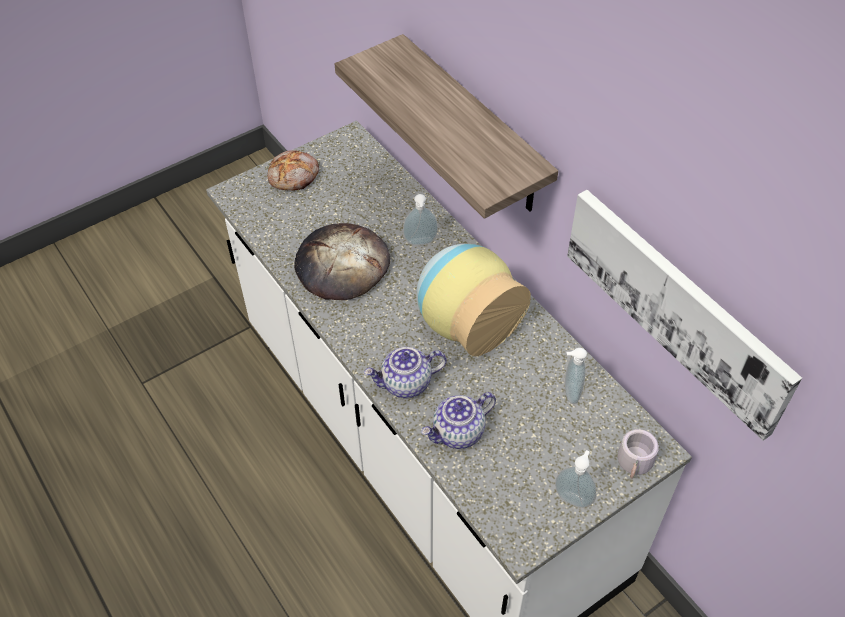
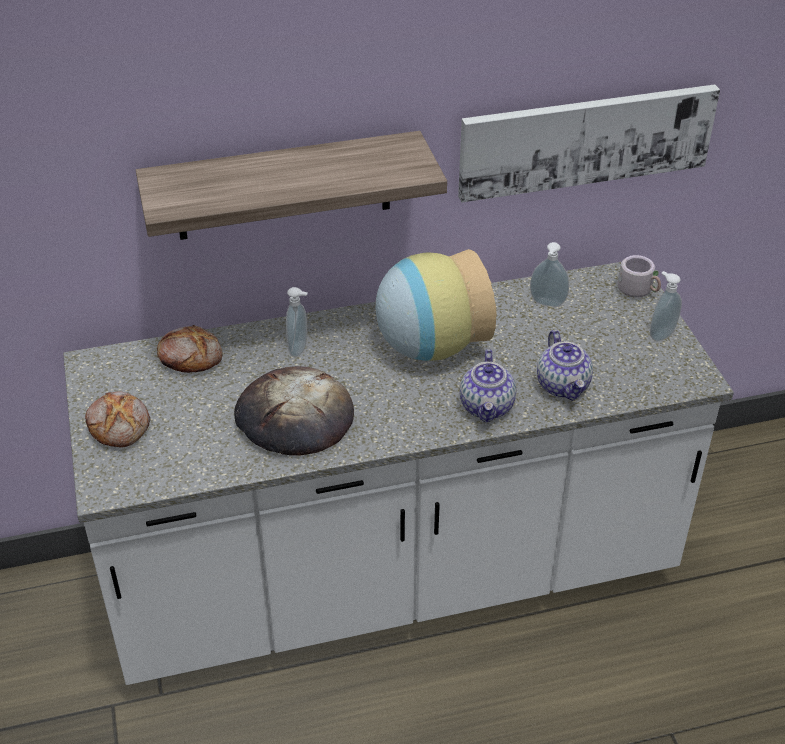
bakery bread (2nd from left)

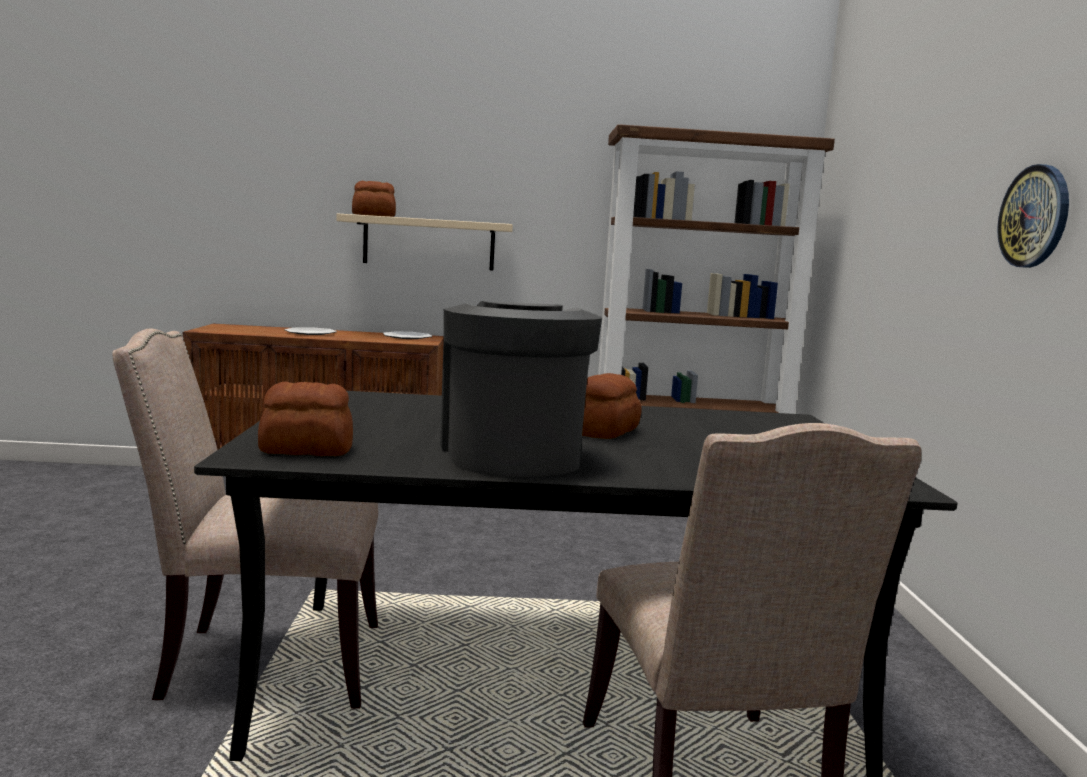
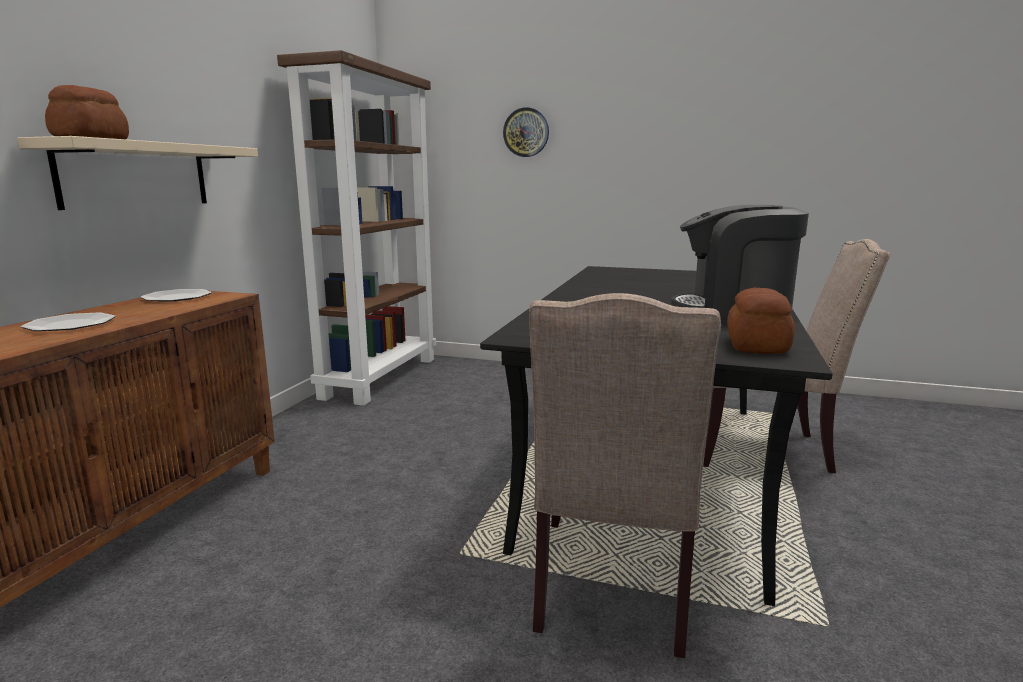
wall clock
bakery bread (3rd from left in the first image)

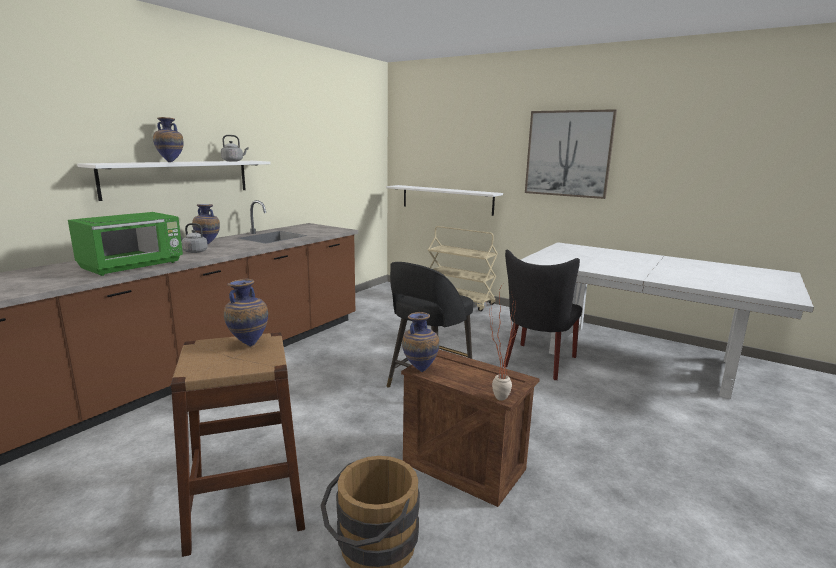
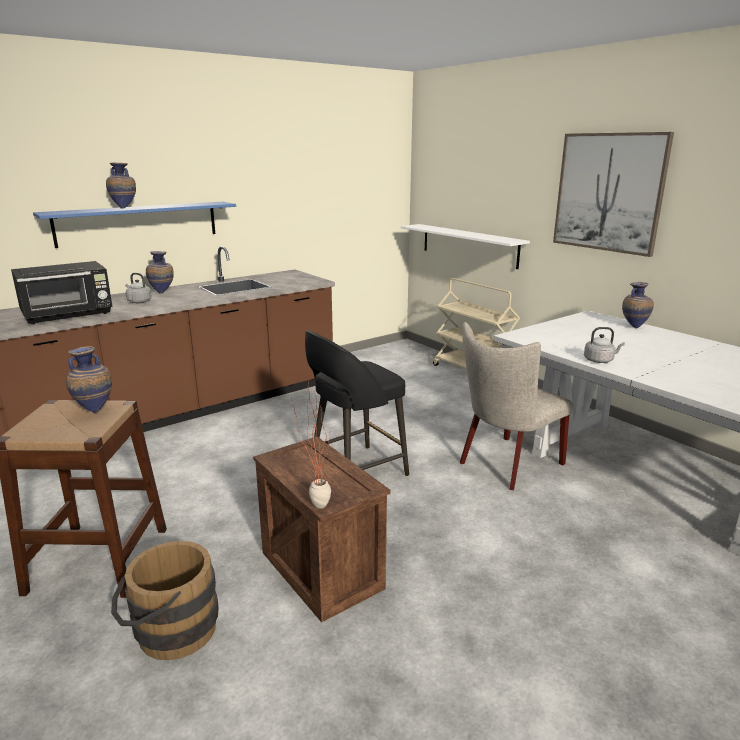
grey water kettle (2nd from left)
blue-coloured wall shelf
blackish microwave
beige-coloured chair
decorative vase (4th from left)

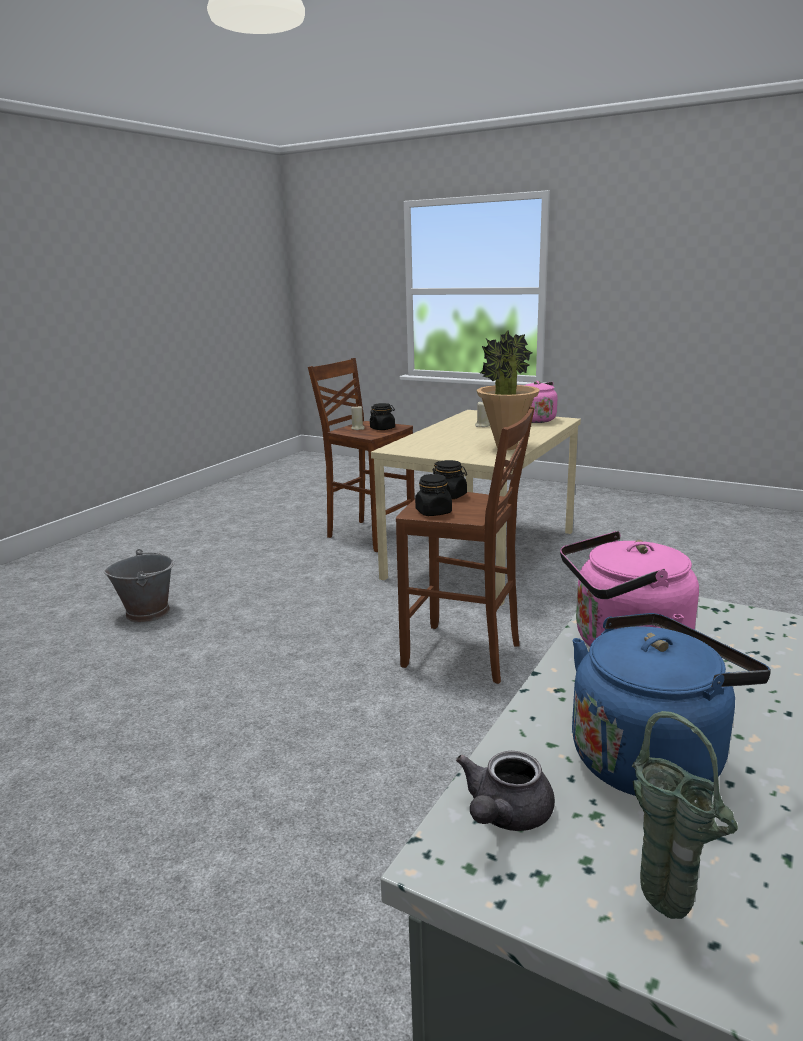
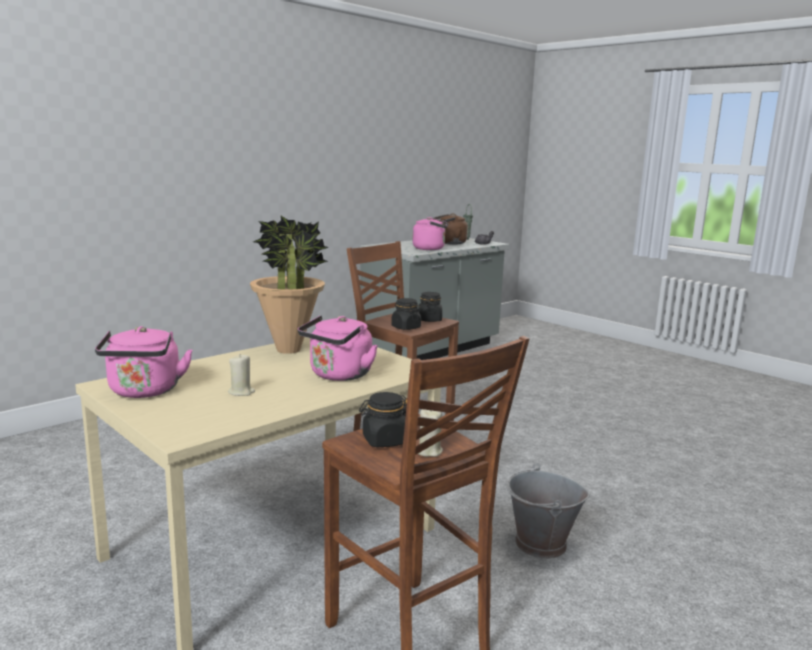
grey bucket
brown water kettle
pink-coloured water kettle (2nd from left)

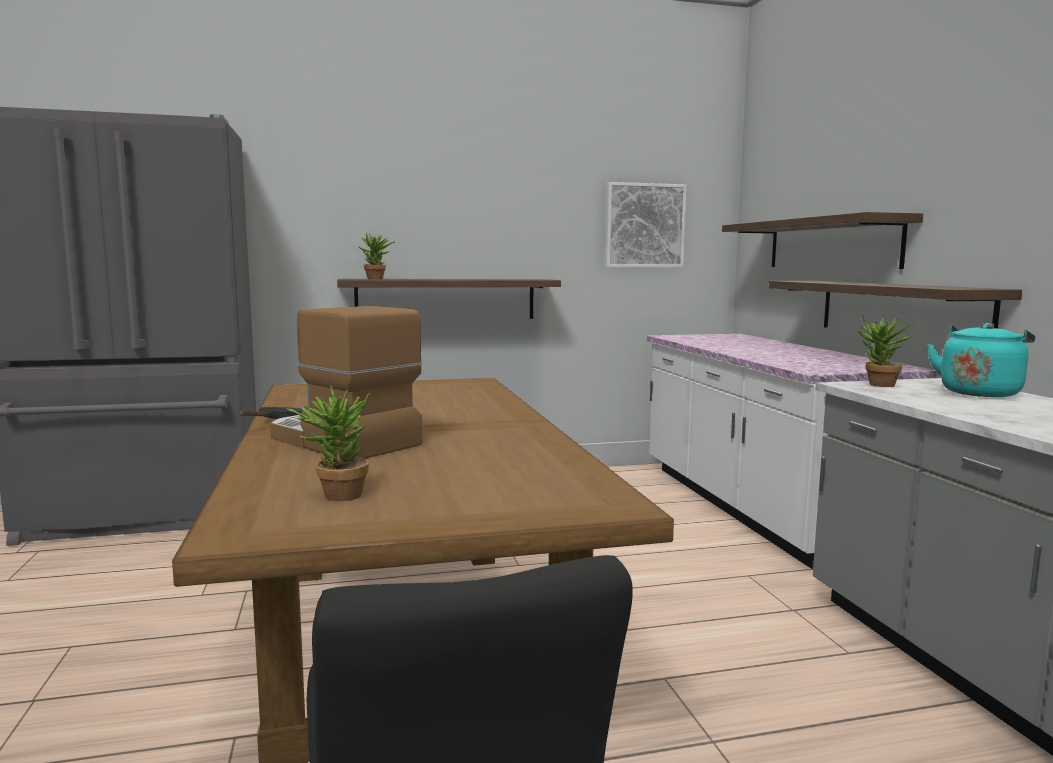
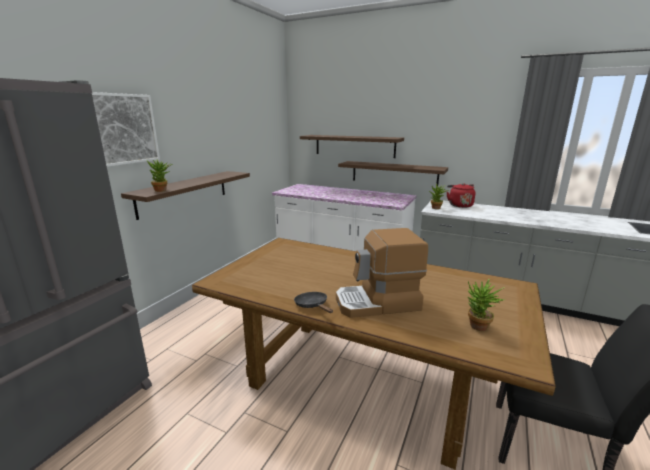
picture
reddish water kettle

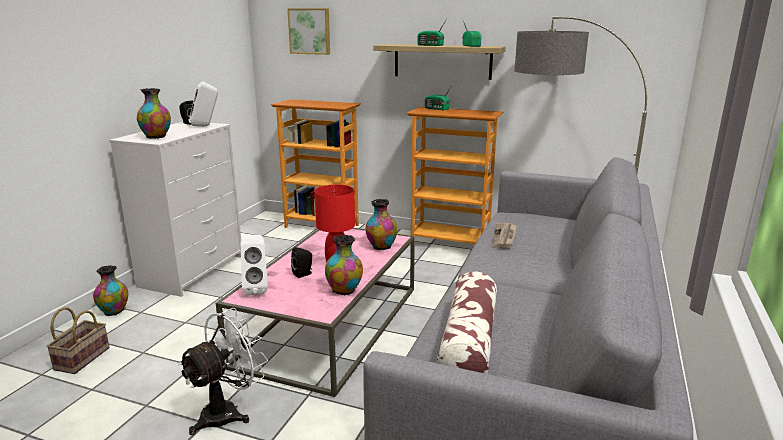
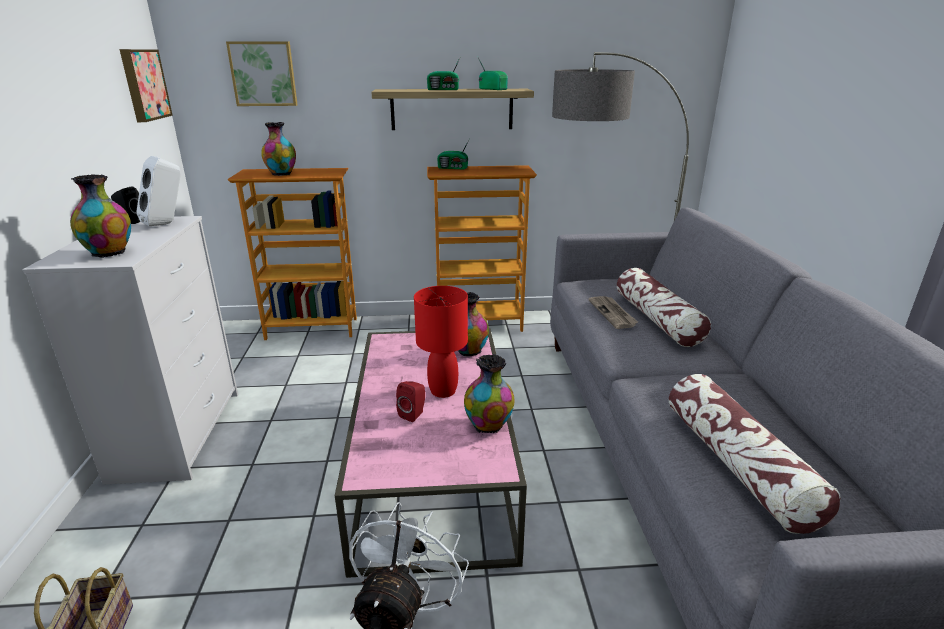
whitish speaker (2nd from left in the first image)
reddish speaker
decorative vase (2nd from left)
picture (1st from left)
pillow (1st from left)

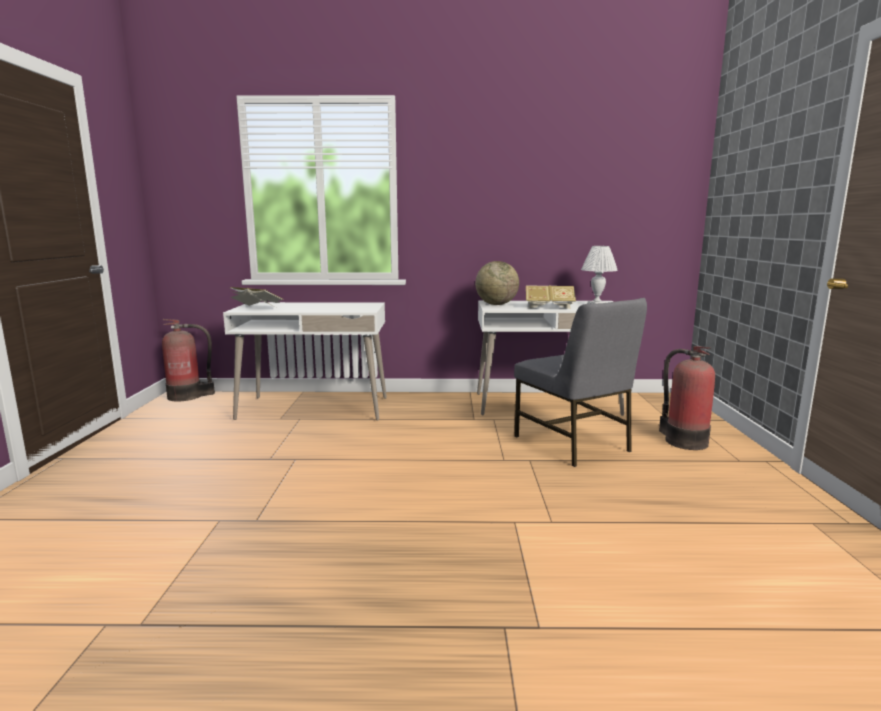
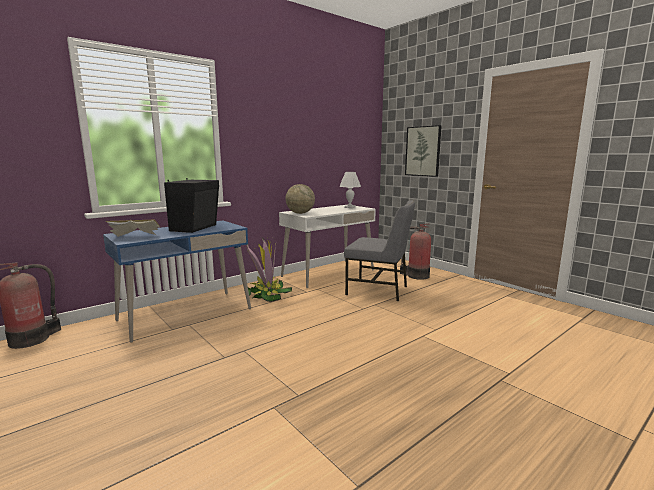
volume (2nd from left in the first image)
blue-coloured desk
picture
blackish speaker
potted plant

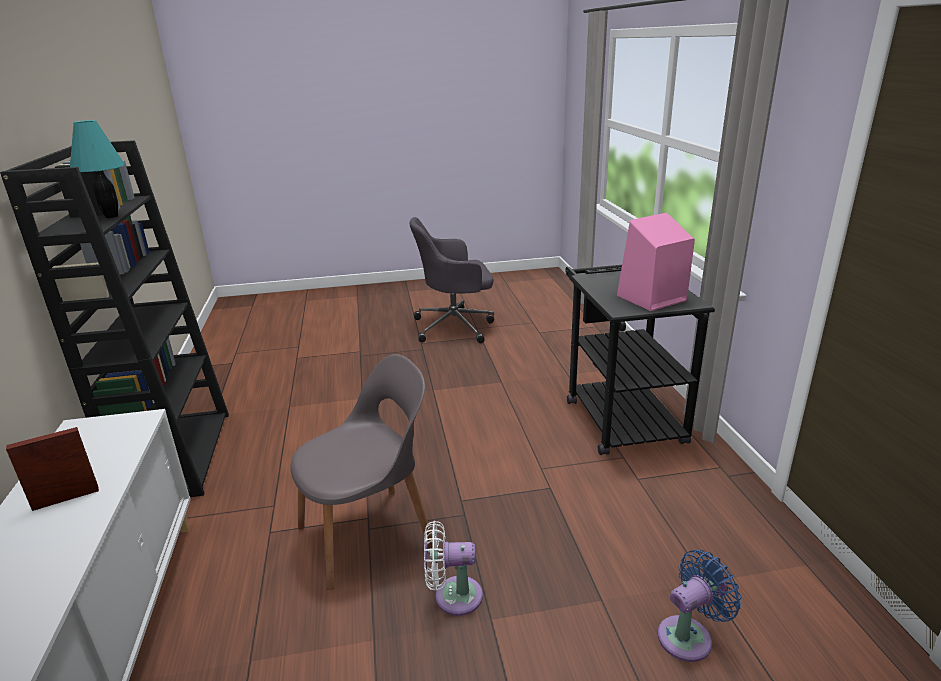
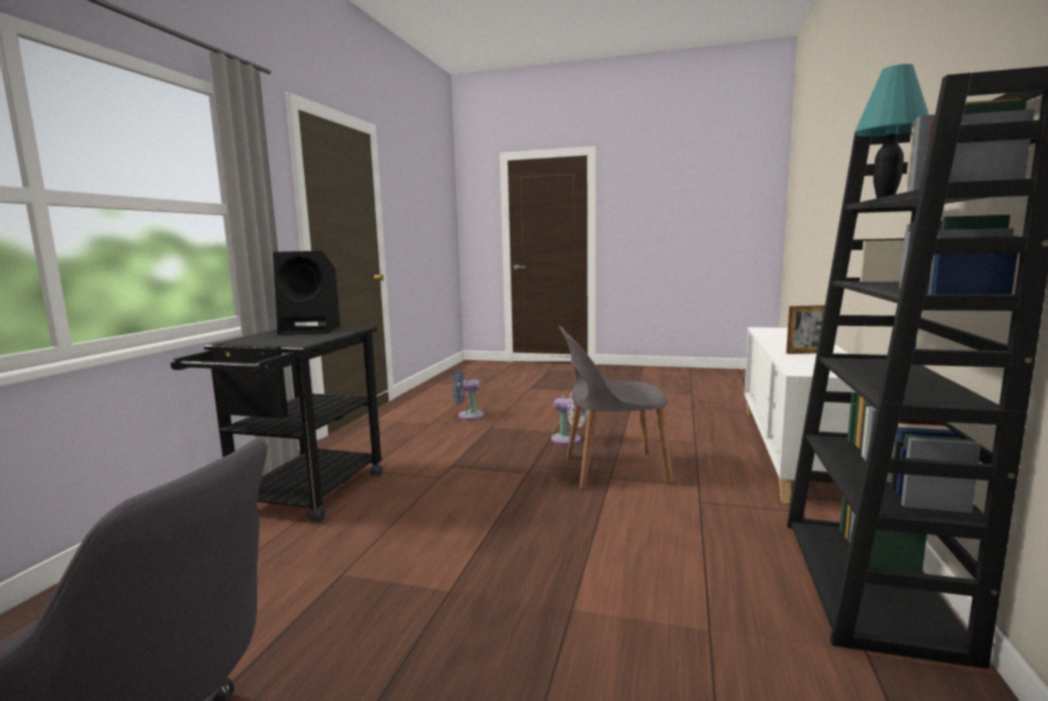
blackish speaker

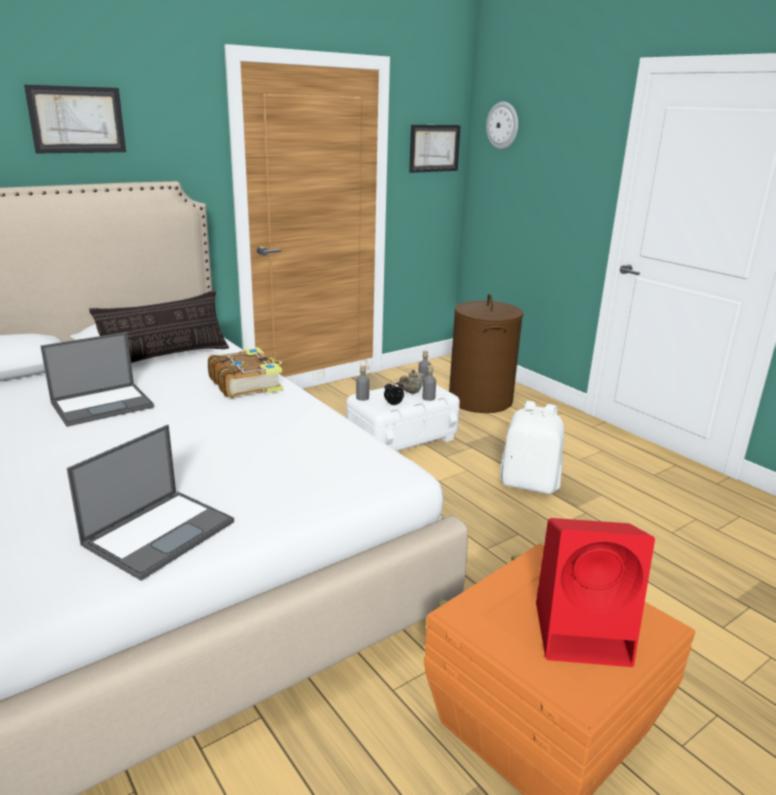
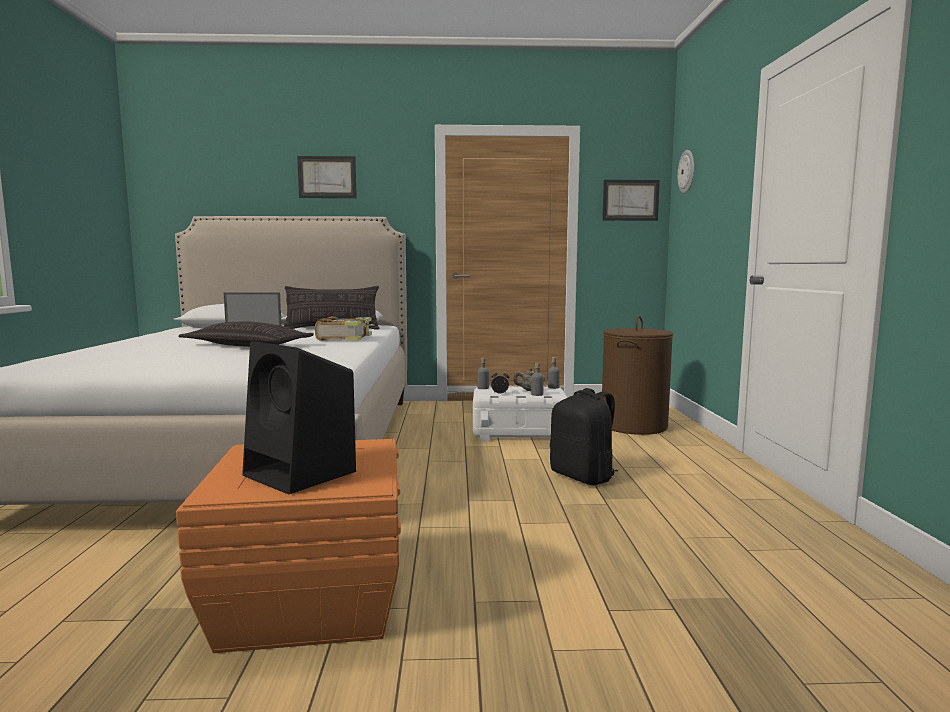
blackish backpack
portable computer (2nd from left in the first image)
blackish speaker
pillow (1st from left)

